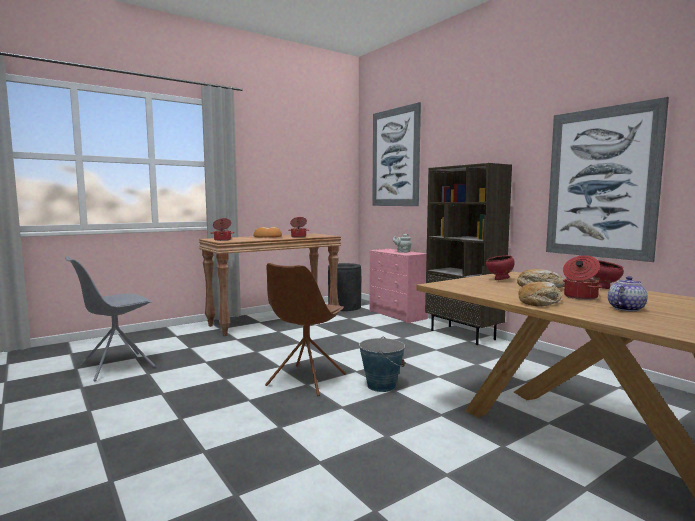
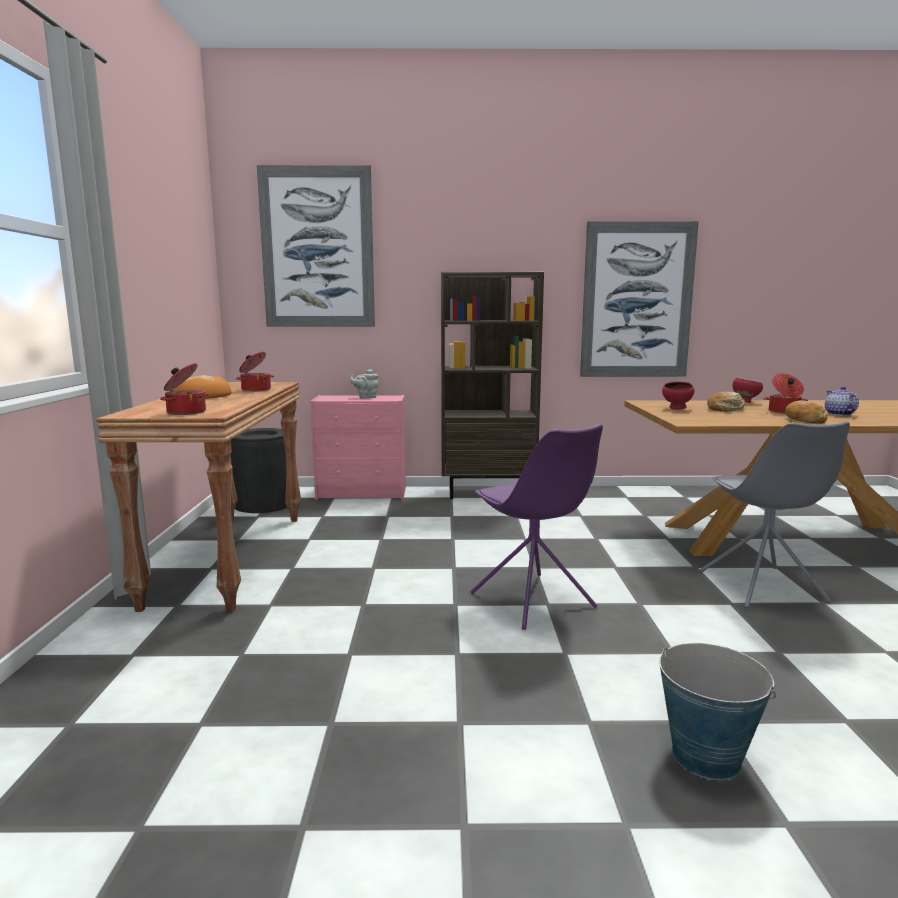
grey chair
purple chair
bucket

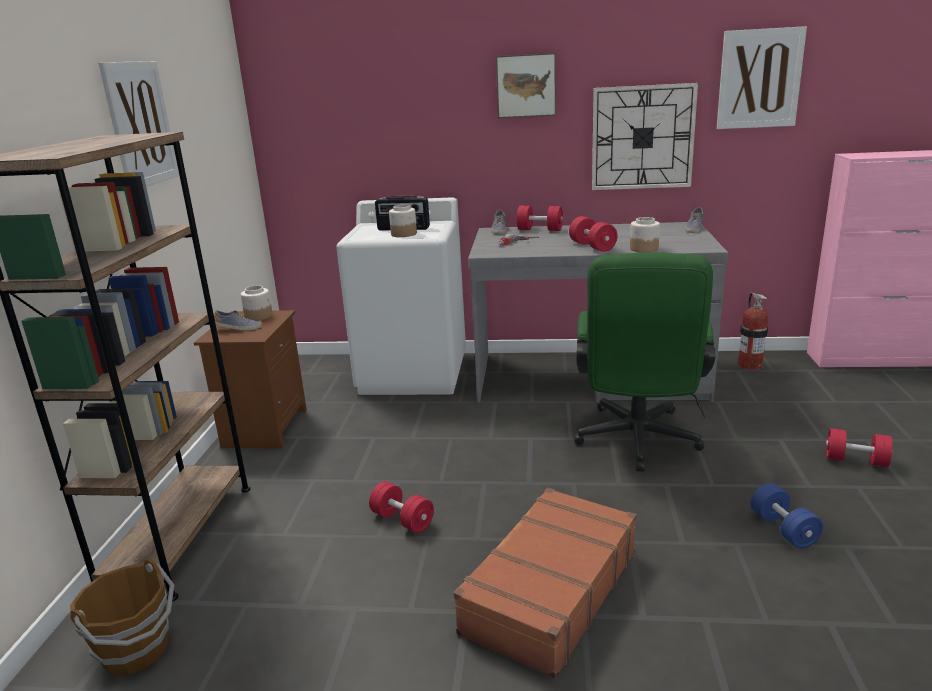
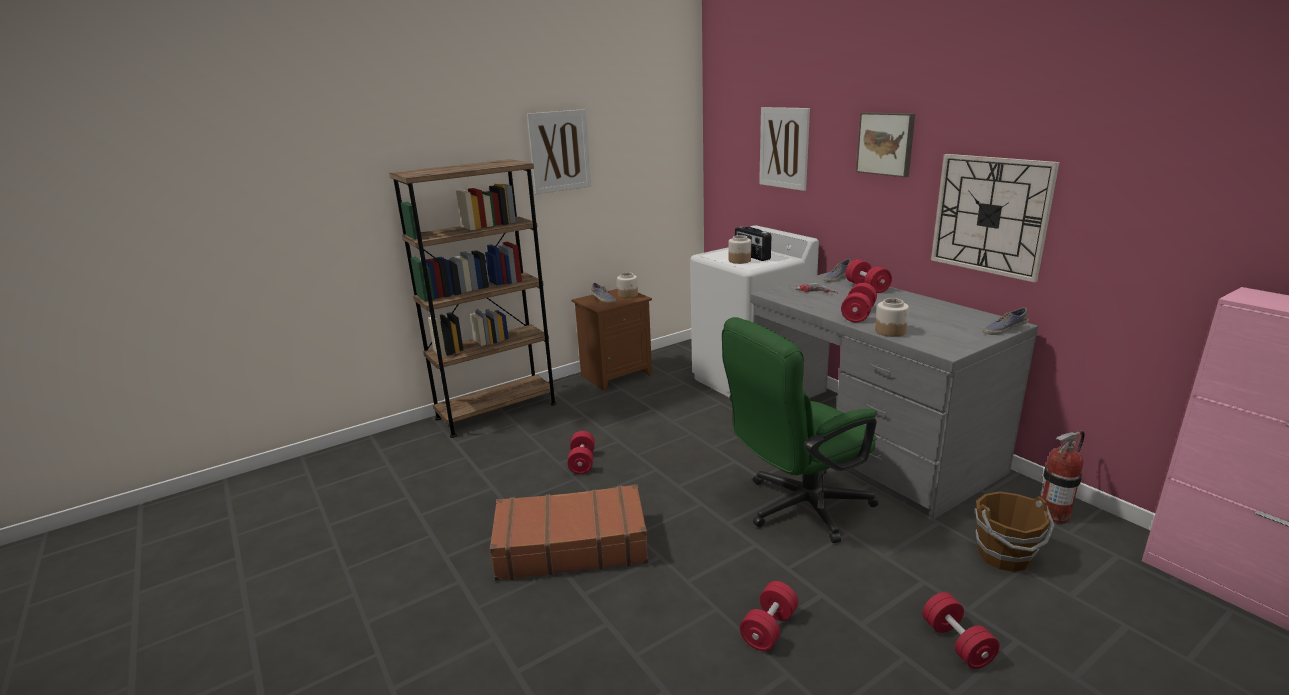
picture (2nd from left)
reddish hand weight (2nd from left)
brown bucket

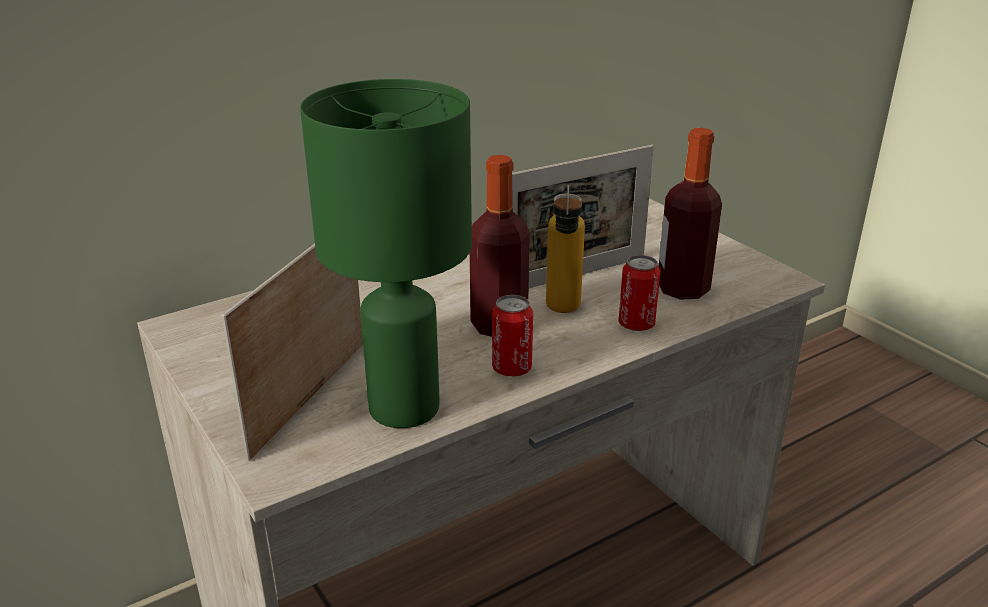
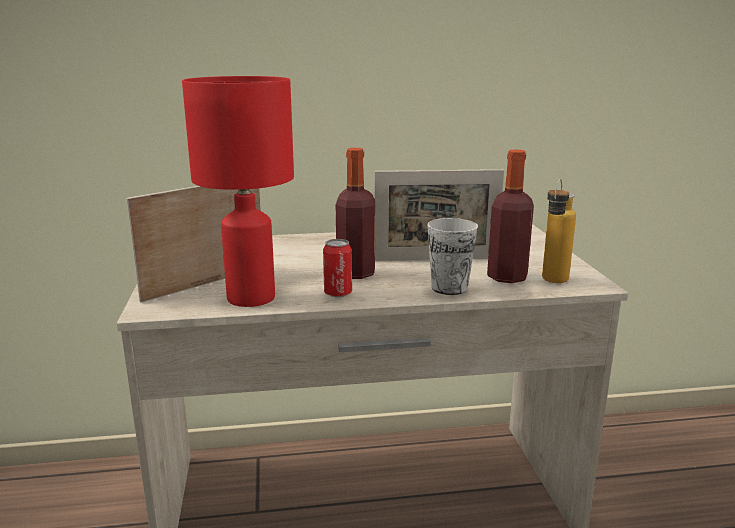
reddish table lamp
bottle (3rd from left)
cup

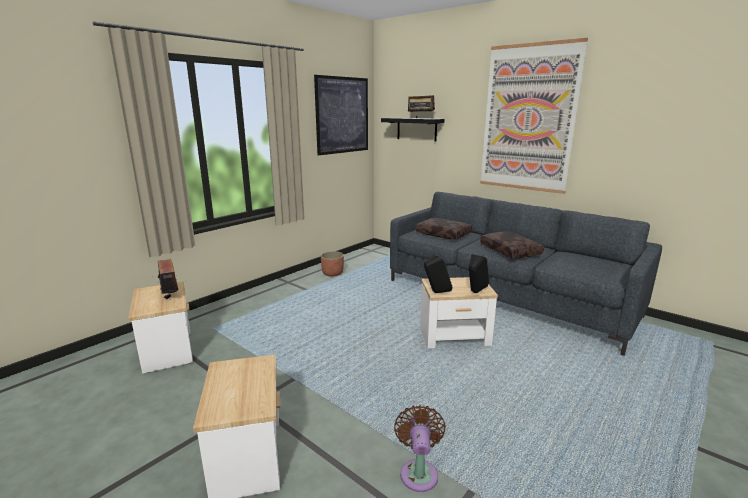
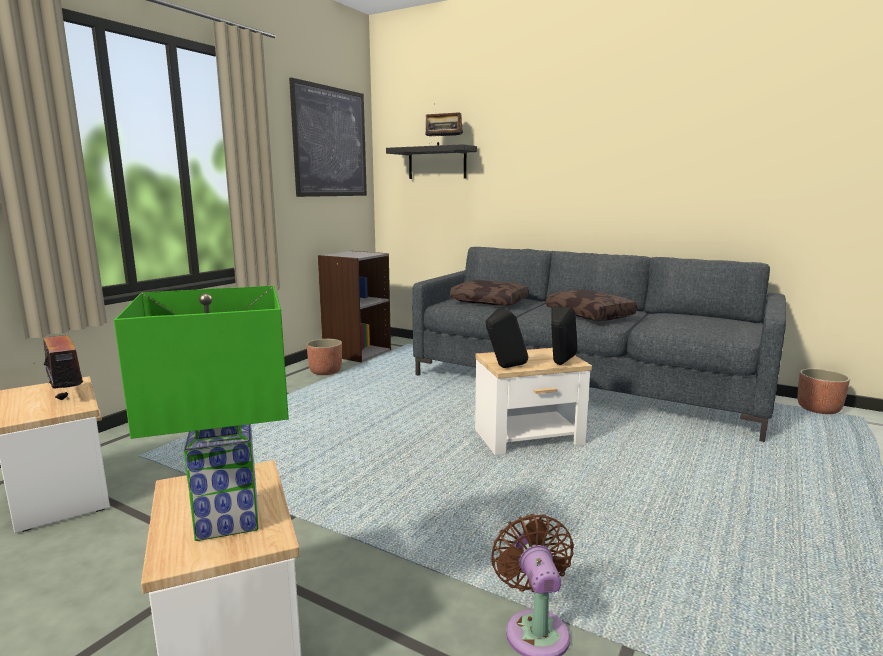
picture (2nd from left in the first image)
grey bookshelf
green table lamp
planter (2nd from left)

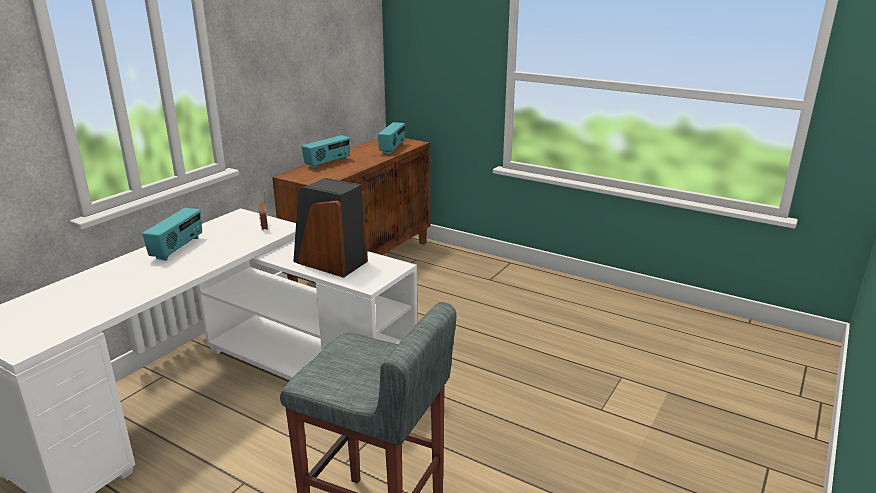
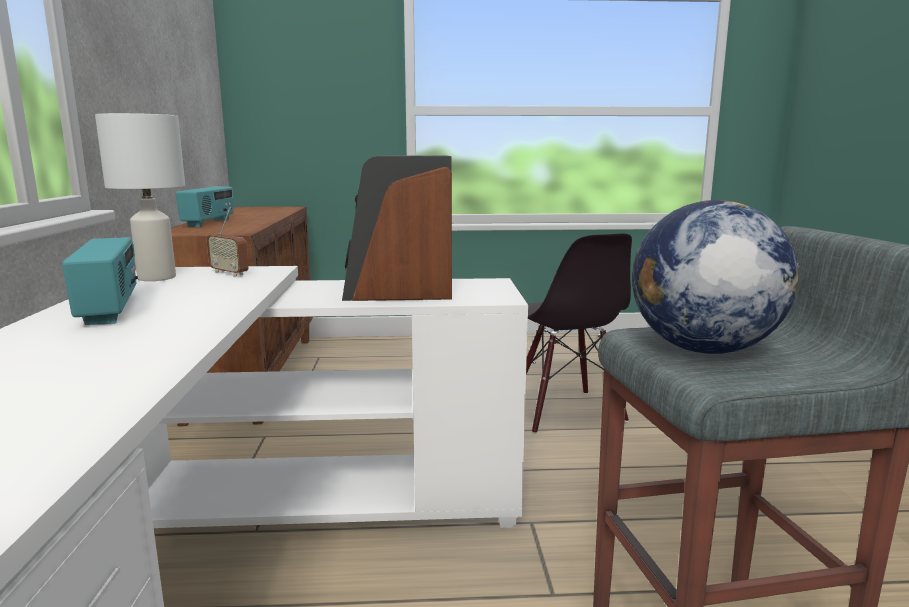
radio receiver (4th from left in the first image)
whitish table lamp
globe
blackish chair

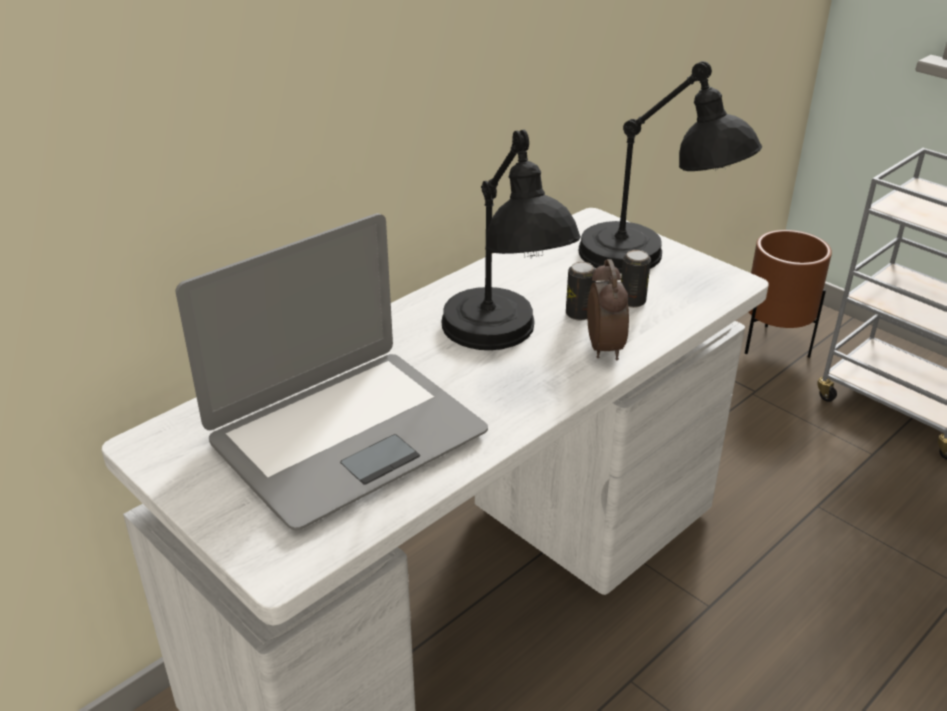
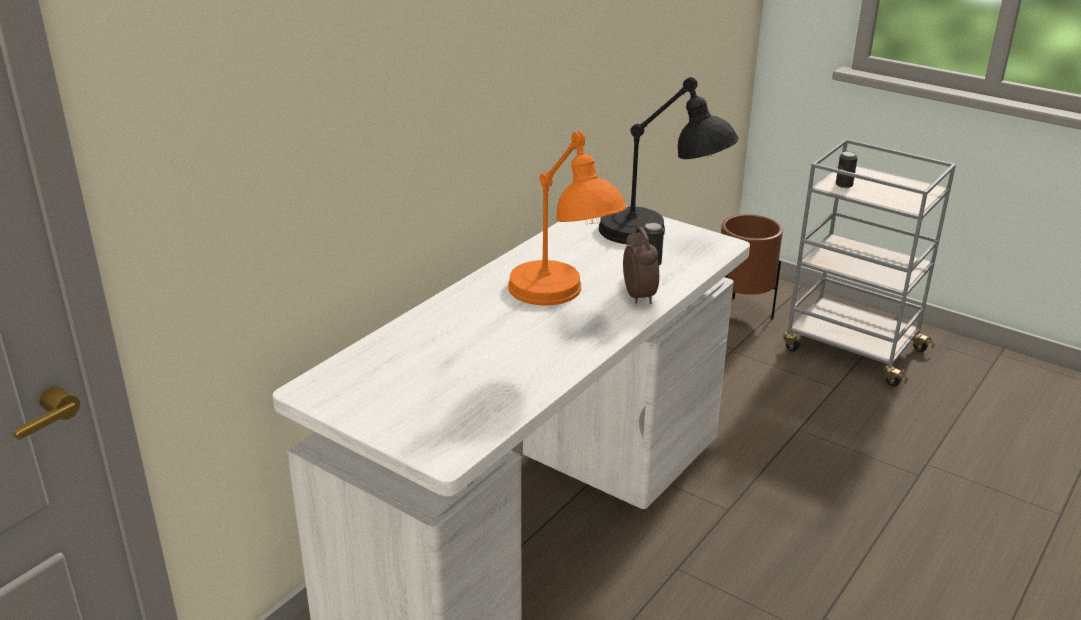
orangey table lamp
portable computer
sealed can (2nd from left)

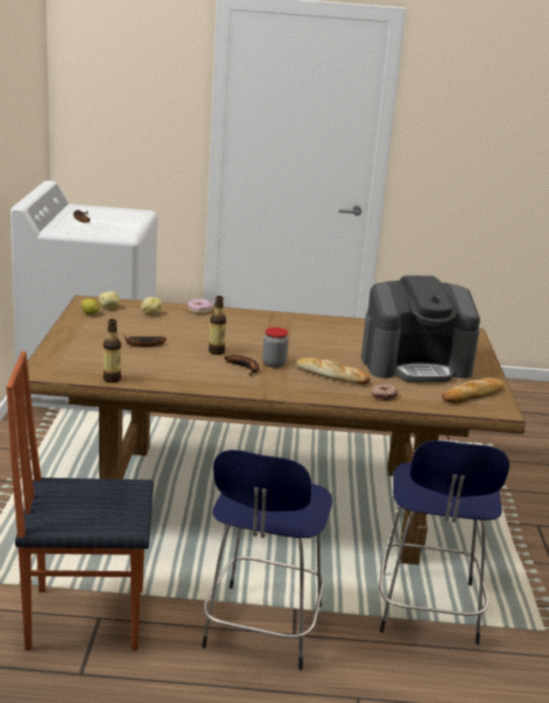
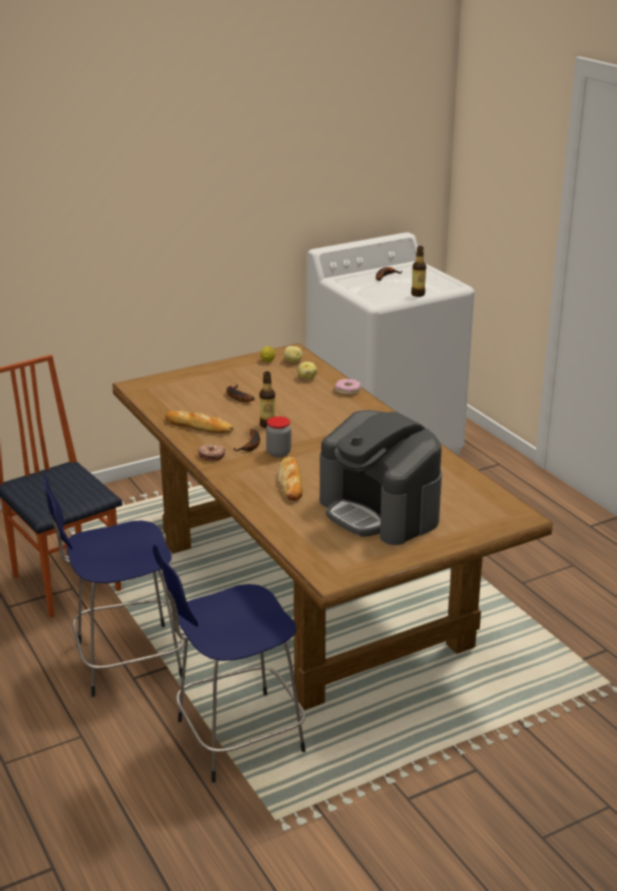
bottle (2nd from left)
bakery bread (1st from left)
donut (1st from left)

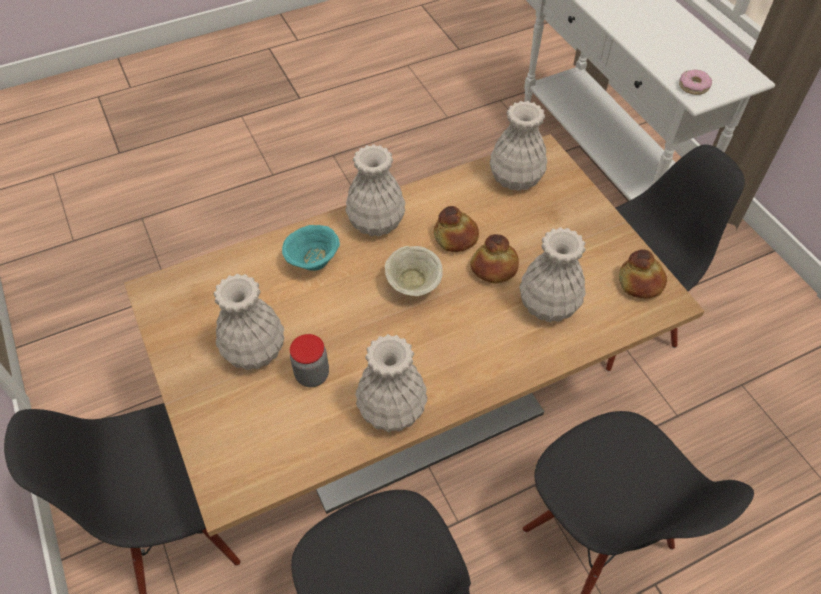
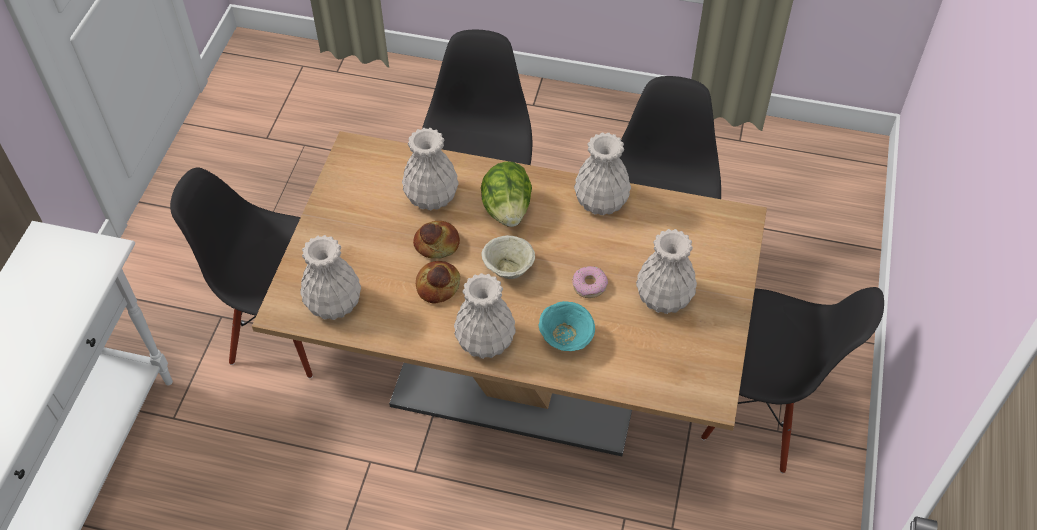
donut
bakery bread (3rd from left in the first image)
jar
head of lettuce

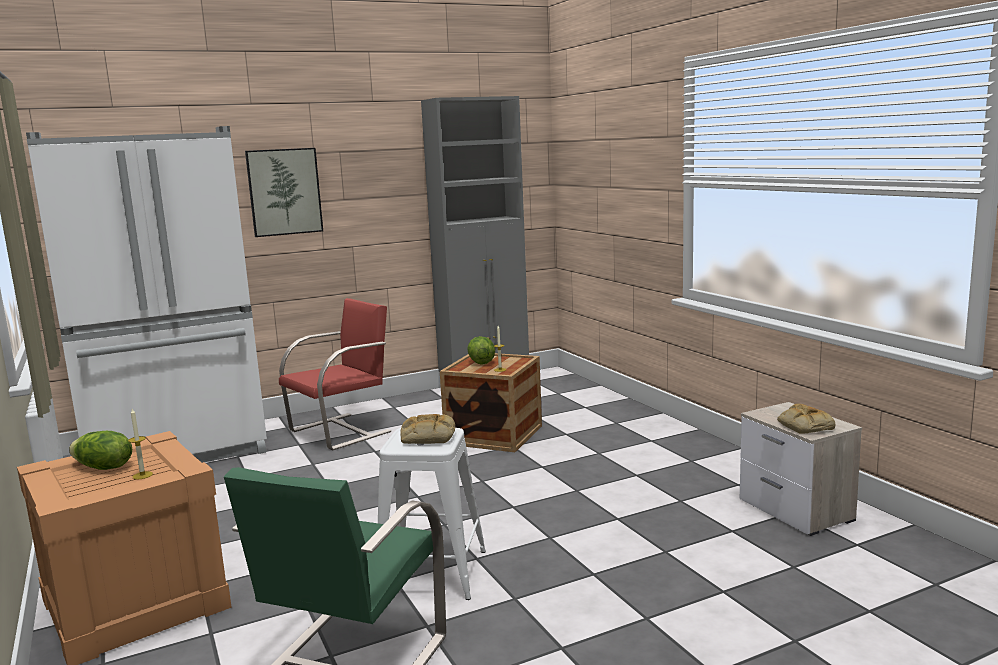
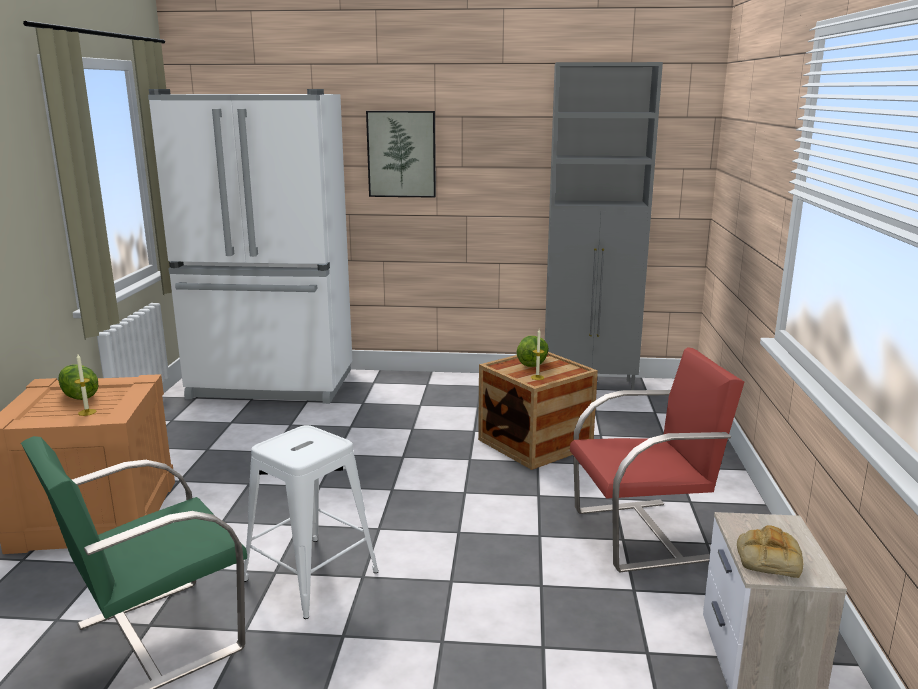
reddish chair
bakery bread (1st from left in the first image)

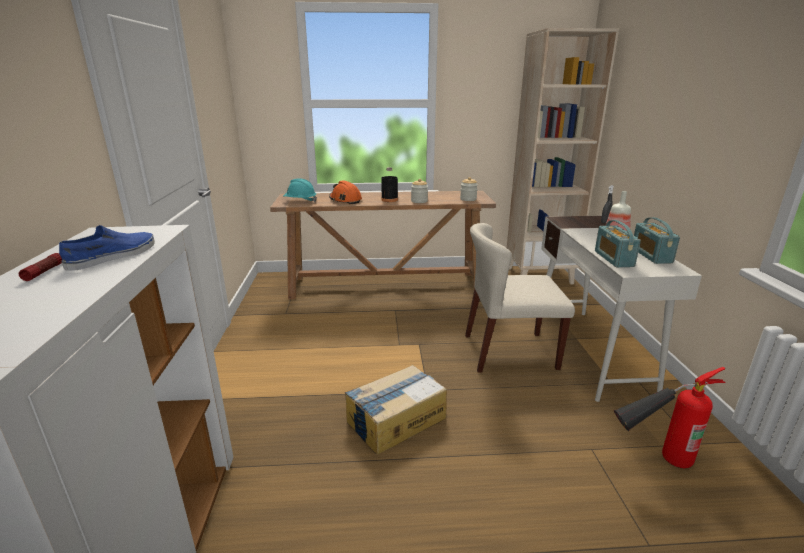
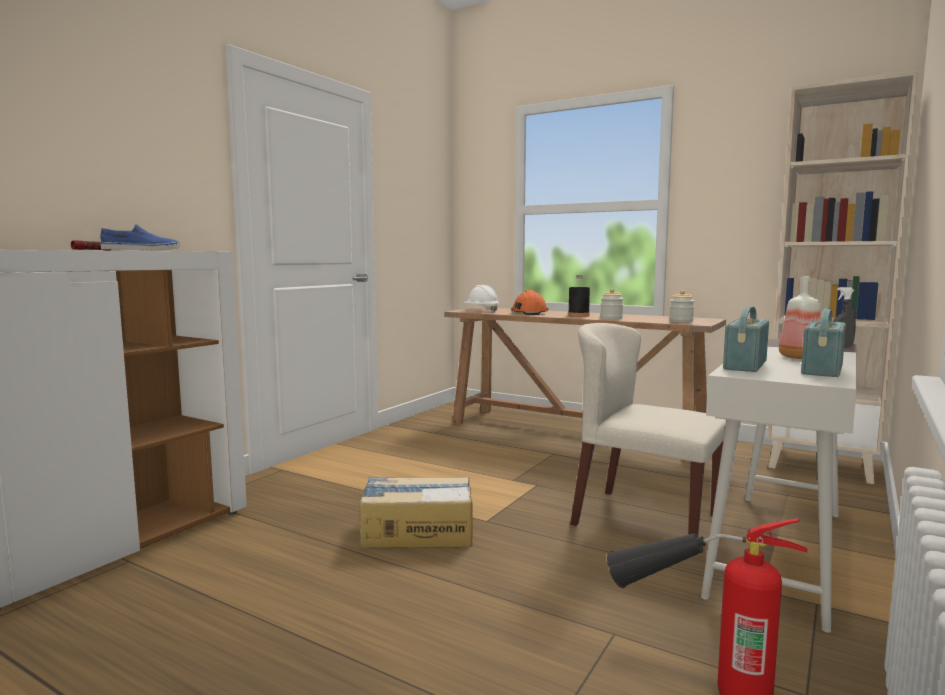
whitish work helmet

